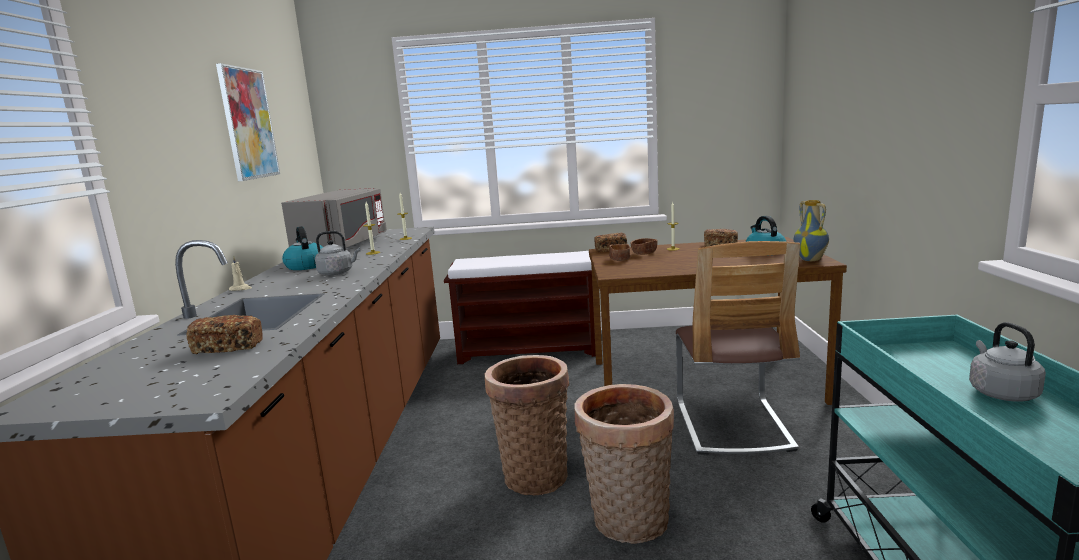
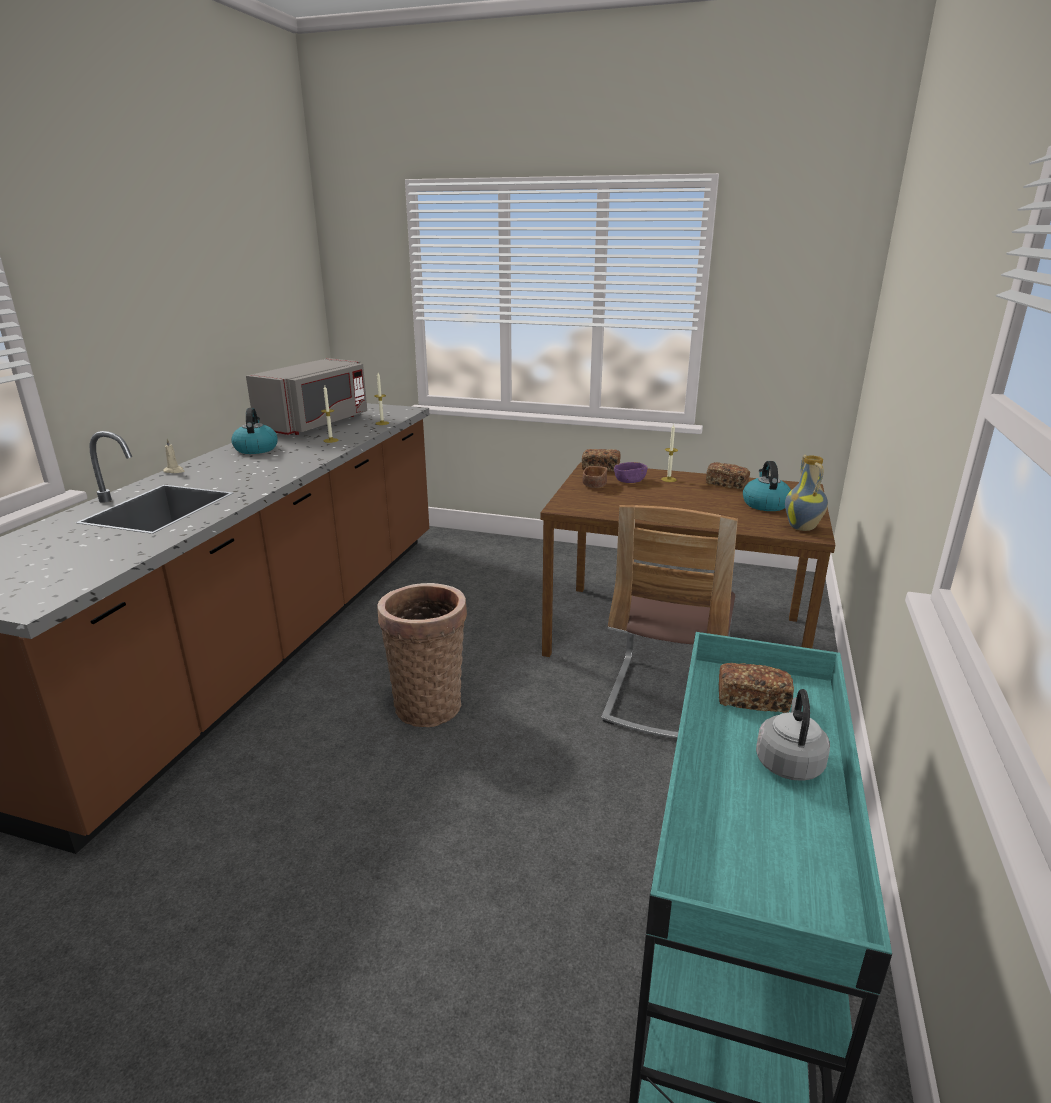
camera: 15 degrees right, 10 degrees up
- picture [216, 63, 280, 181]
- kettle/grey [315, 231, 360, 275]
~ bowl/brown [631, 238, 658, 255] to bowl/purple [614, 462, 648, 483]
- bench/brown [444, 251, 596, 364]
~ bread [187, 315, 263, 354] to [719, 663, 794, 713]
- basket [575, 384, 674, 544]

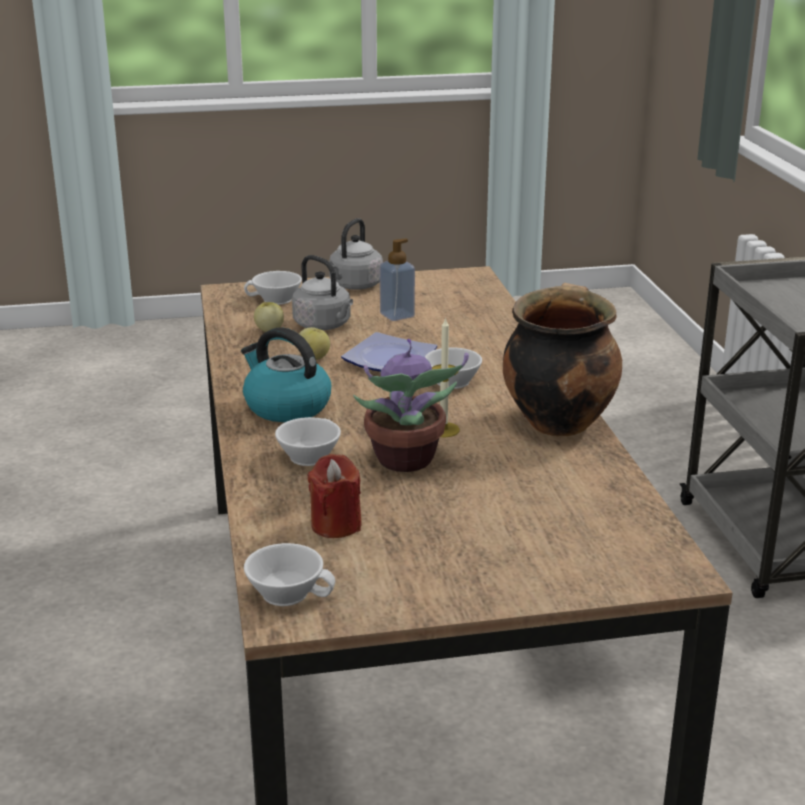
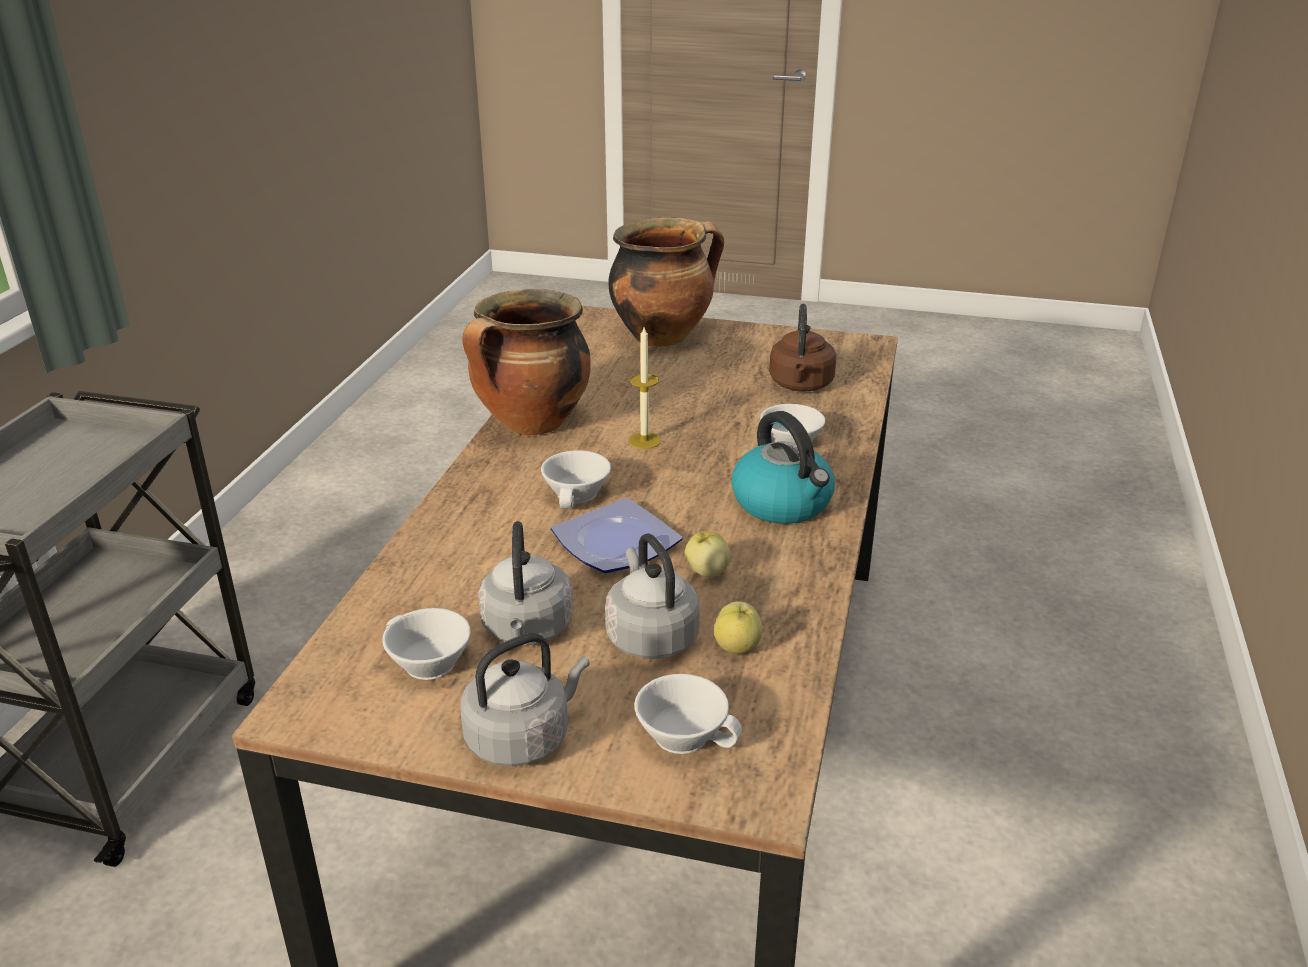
camera: 155 degrees left, 5 degrees up
~ soap dispenser [380, 239, 415, 321] to kettle/grey [478, 521, 573, 645]
- potted plant [353, 339, 469, 472]
~ candle/red [307, 454, 362, 538] to kettle/brown [769, 304, 837, 392]
~ cup/white [244, 543, 335, 606] to [382, 608, 471, 680]
+ cooking pot [608, 218, 724, 347]

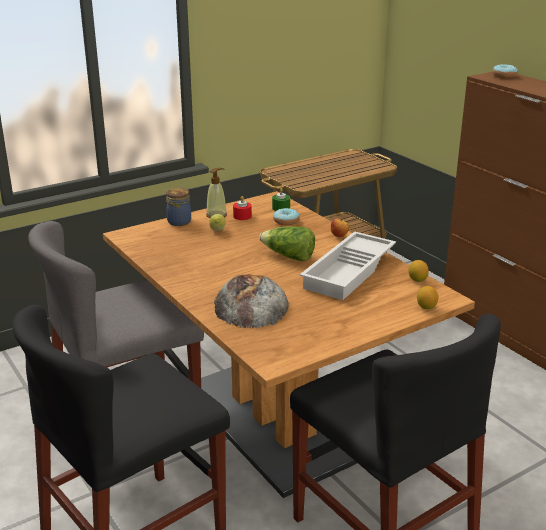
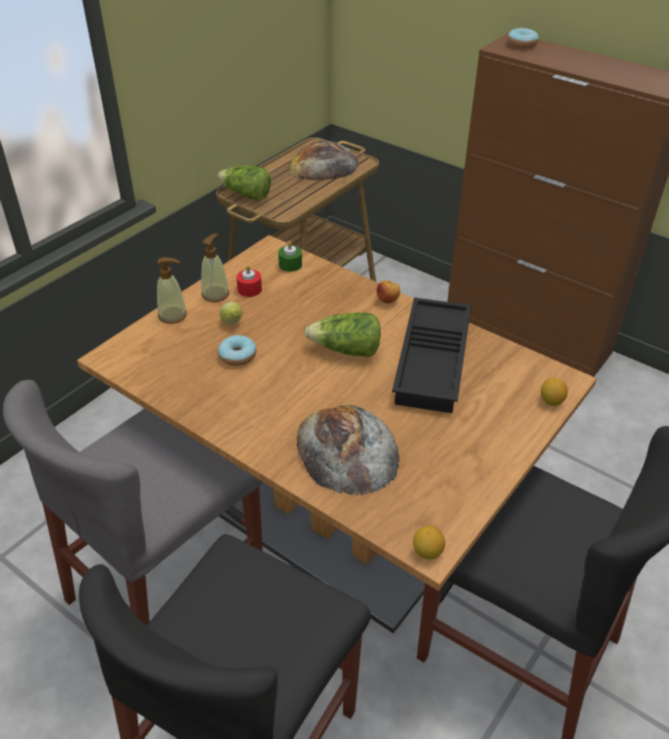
camera: 20 degrees left, 15 degrees up
~ jar [166, 188, 191, 226] to soap dispenser [157, 257, 187, 324]
~ donut [273, 208, 300, 226] to [218, 335, 256, 366]
~ tray/white [300, 231, 396, 300] to tray/black [392, 298, 471, 413]
~ lemon [408, 260, 429, 282] to [413, 526, 445, 559]
+ bread [289, 141, 360, 180]
+ lettuce [217, 166, 271, 201]

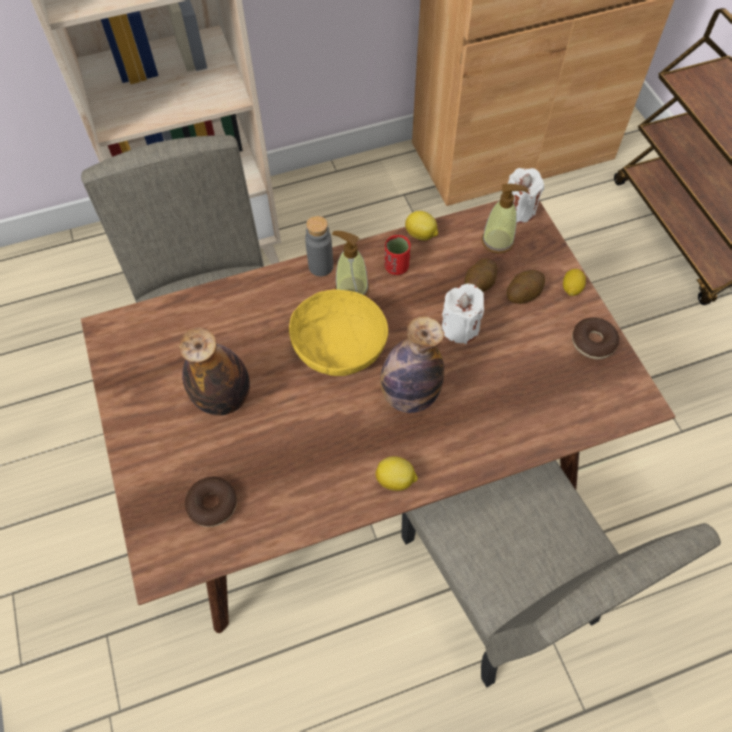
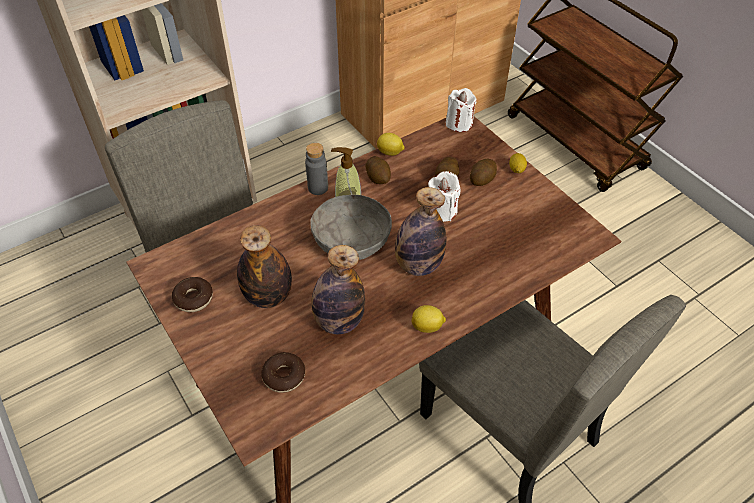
camera: 15 degrees left, 10 degrees down
- soap dispenser [481, 184, 528, 253]
~ cup/red [385, 235, 410, 275] to potato [366, 156, 391, 184]
~ bowl/yellow [289, 289, 388, 376] to bowl/grey [310, 195, 392, 260]
~ donut [572, 317, 619, 359] to [172, 277, 213, 312]
+ bottle [311, 245, 365, 334]

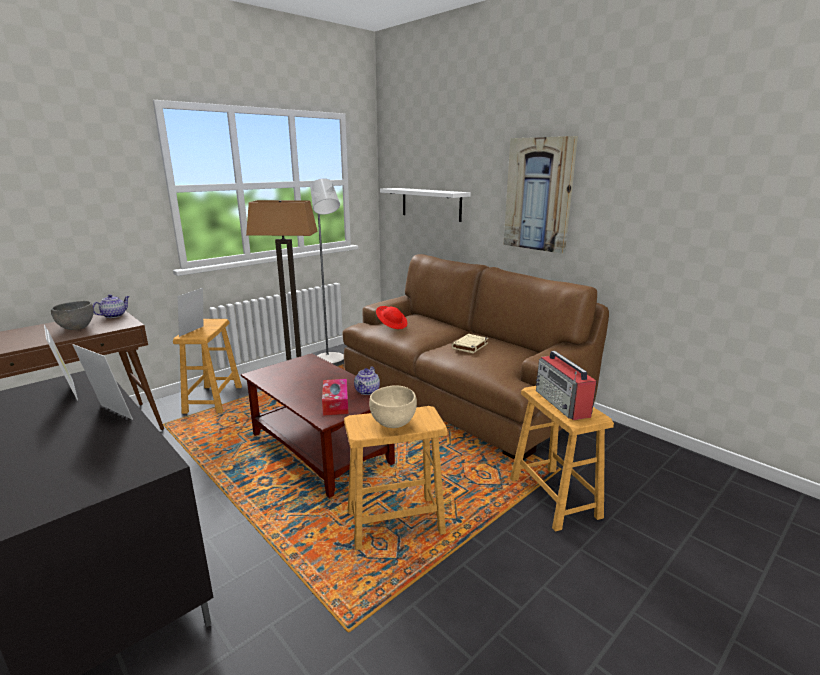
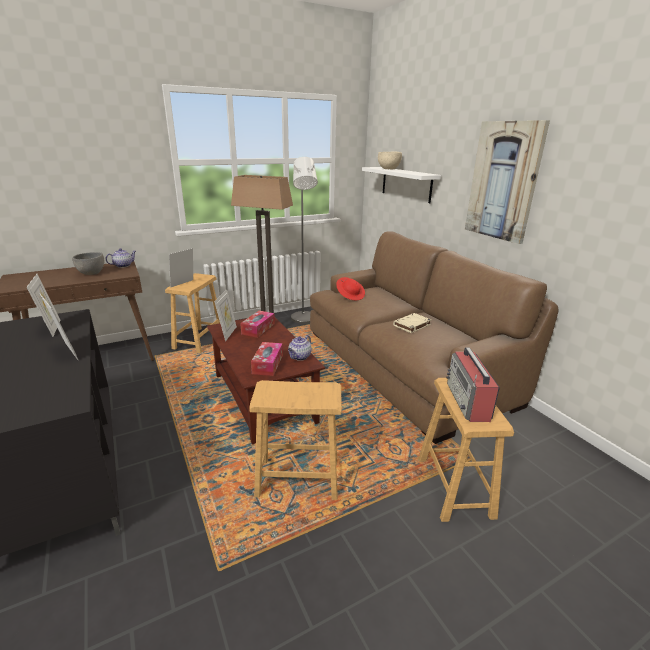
camera: 15 degrees right, 5 degrees up
~ bowl/beige [369, 385, 417, 428] to [378, 152, 402, 169]
+ picture frame [215, 290, 237, 341]
+ tissue box [240, 311, 275, 338]

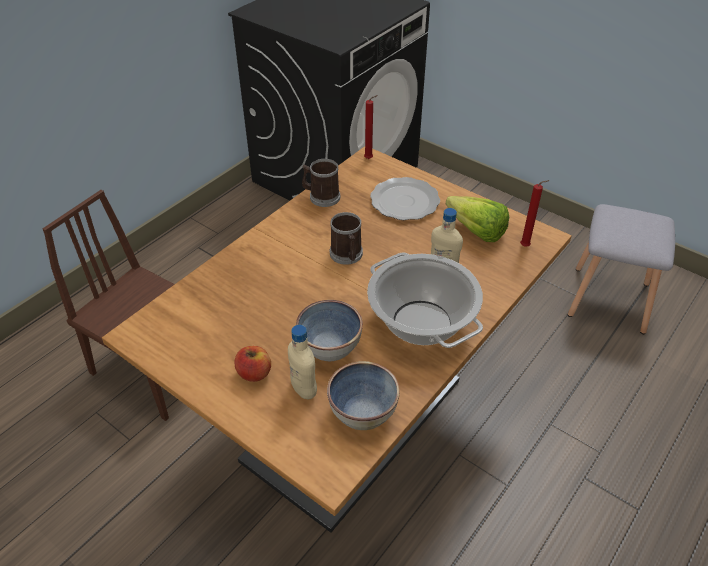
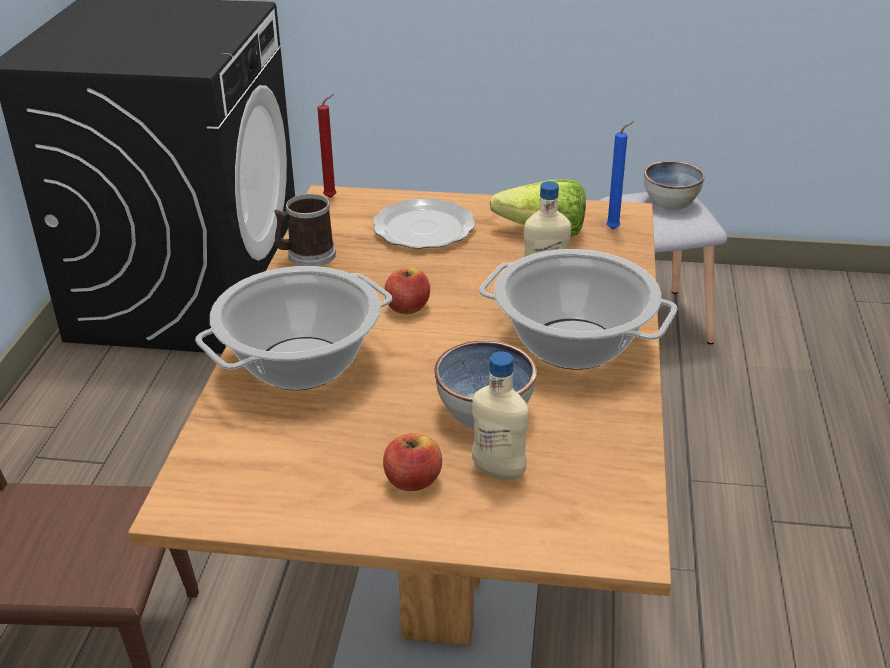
camera: 30 degrees left, 10 degrees down
~ candle/red [520, 180, 550, 247] to candle/blue [606, 121, 634, 229]
~ mug [330, 212, 363, 265] to apple [384, 268, 430, 314]
~ bowl [327, 361, 400, 430] to [644, 161, 705, 210]
+ cooking pot [195, 266, 392, 390]

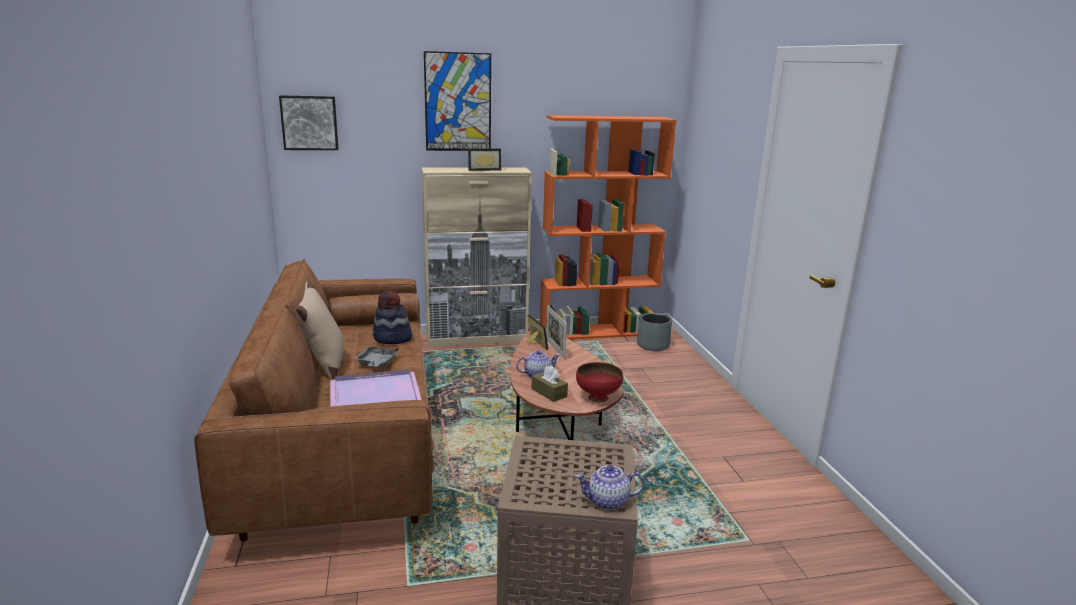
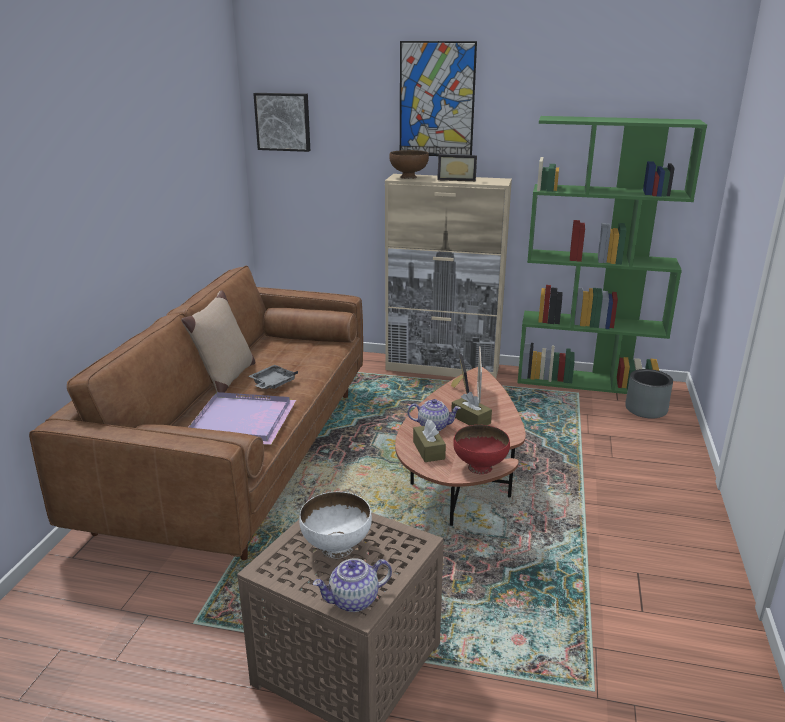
camera: 25 degrees right, 5 degrees up
~ bookcase/orange [540, 115, 676, 340] to bookcase/green [517, 116, 707, 394]
- hat [373, 290, 412, 344]
~ teapot [575, 465, 644, 510] = [313, 558, 392, 612] 45 degrees counterclockwise
+ bowl/brown [389, 150, 429, 179]
+ tissue box/brown [451, 392, 492, 426]
+ bowl/white [299, 492, 372, 558]

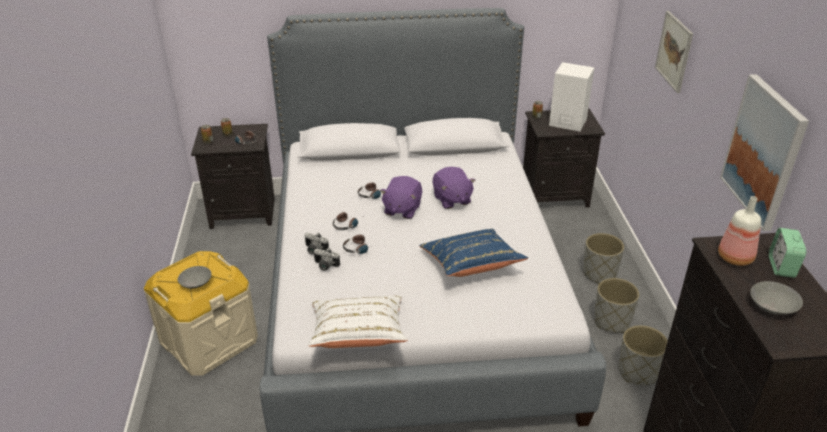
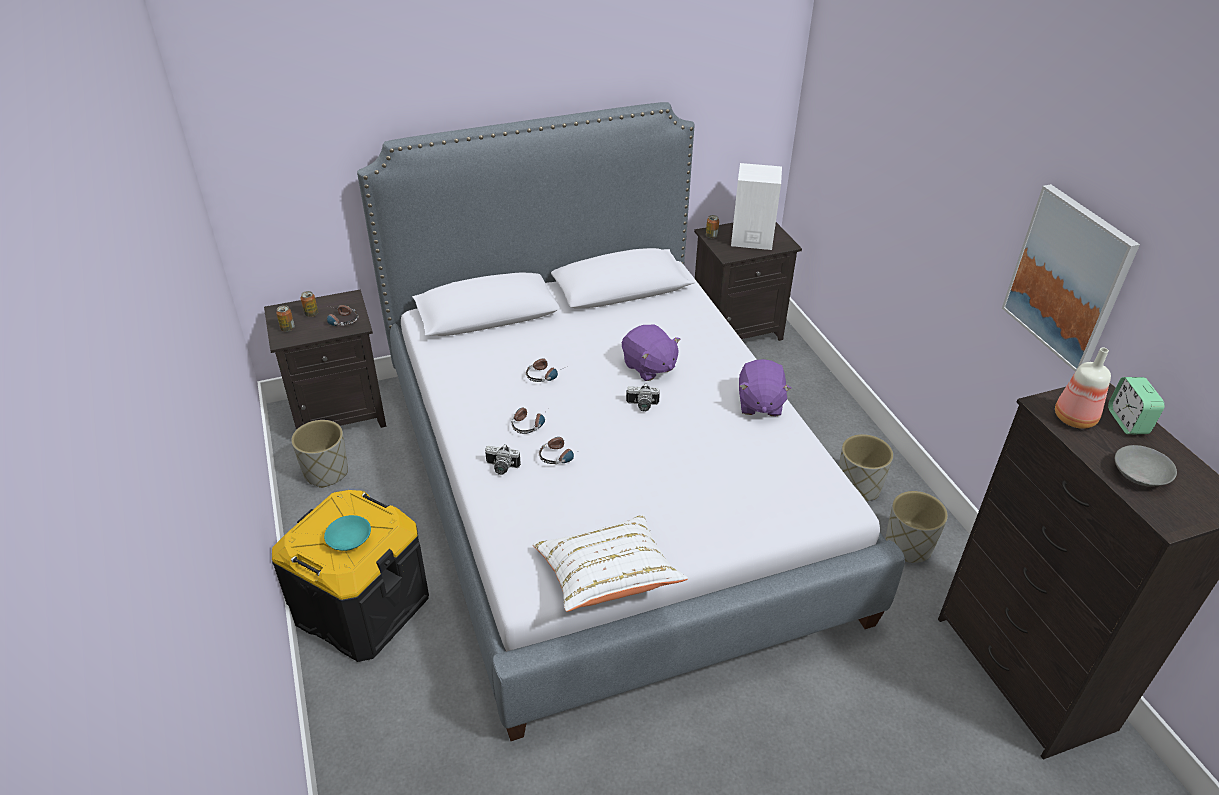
camera: 15 degrees left, 5 degrees up
- picture [655, 11, 693, 93]
~ plush toy/purple [380, 176, 422, 219] to [739, 359, 792, 416]
- pillow/blue [419, 229, 528, 277]
~ planter/grey [583, 233, 624, 284] to [291, 420, 348, 488]
~ photo camera [314, 248, 340, 271] to [626, 383, 660, 412]
~ storage box/beige [144, 251, 258, 376] to storage box/black [272, 490, 429, 662]
~ bowl/grey [178, 266, 212, 289] to bowl/turquoise [324, 515, 371, 551]

